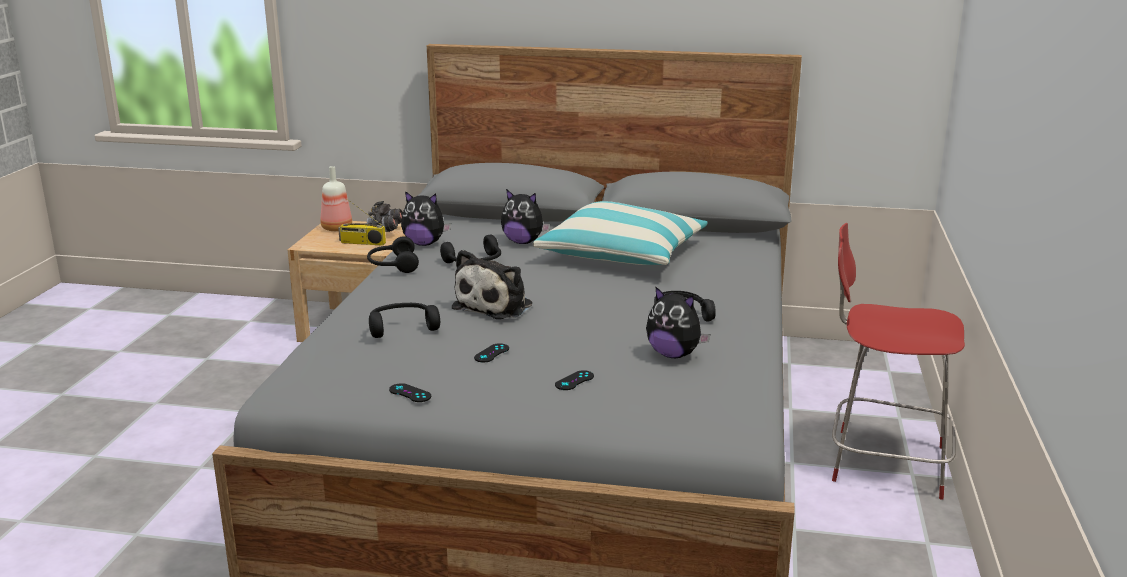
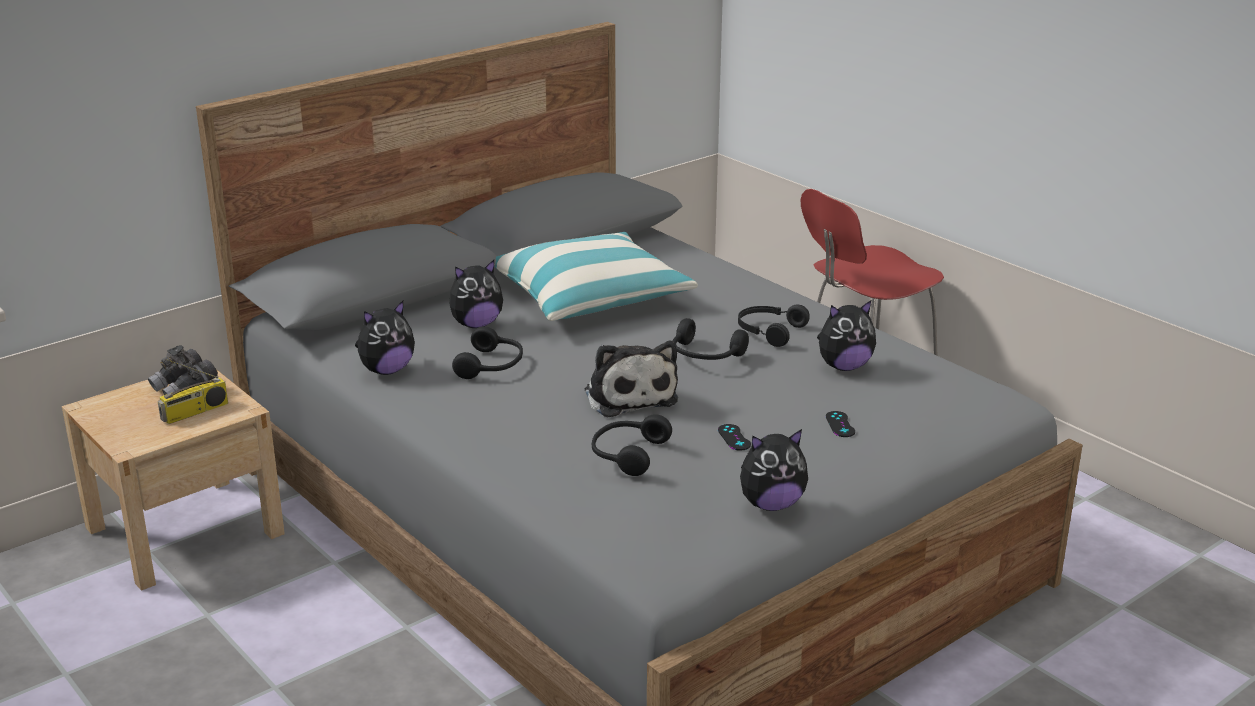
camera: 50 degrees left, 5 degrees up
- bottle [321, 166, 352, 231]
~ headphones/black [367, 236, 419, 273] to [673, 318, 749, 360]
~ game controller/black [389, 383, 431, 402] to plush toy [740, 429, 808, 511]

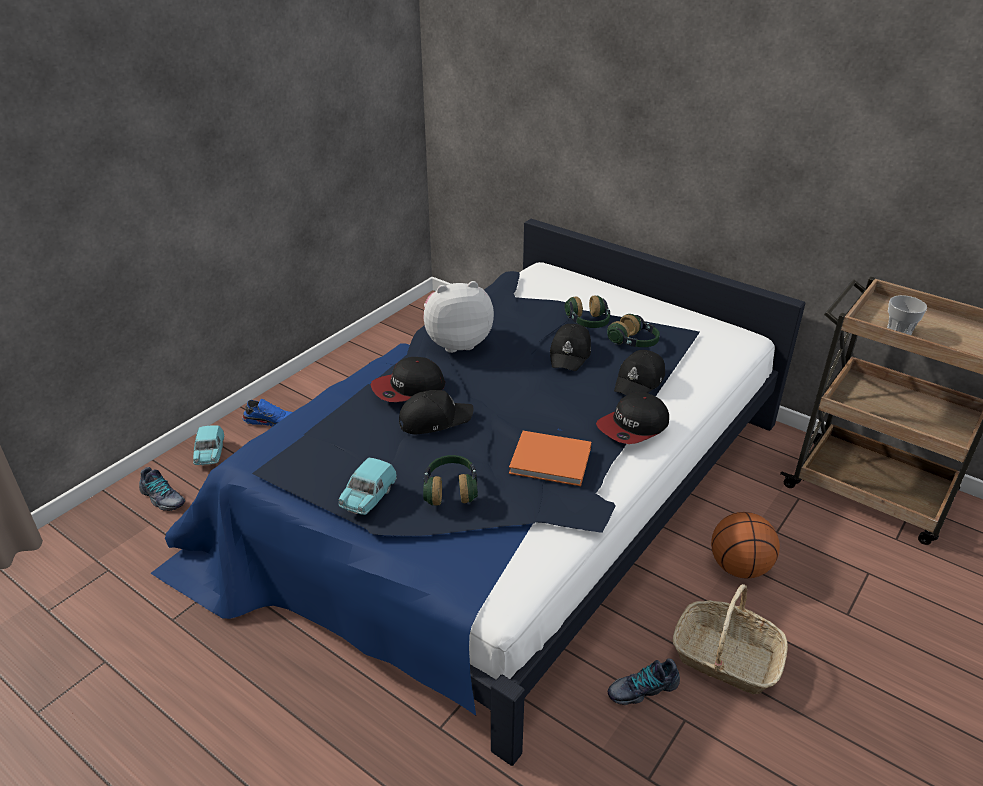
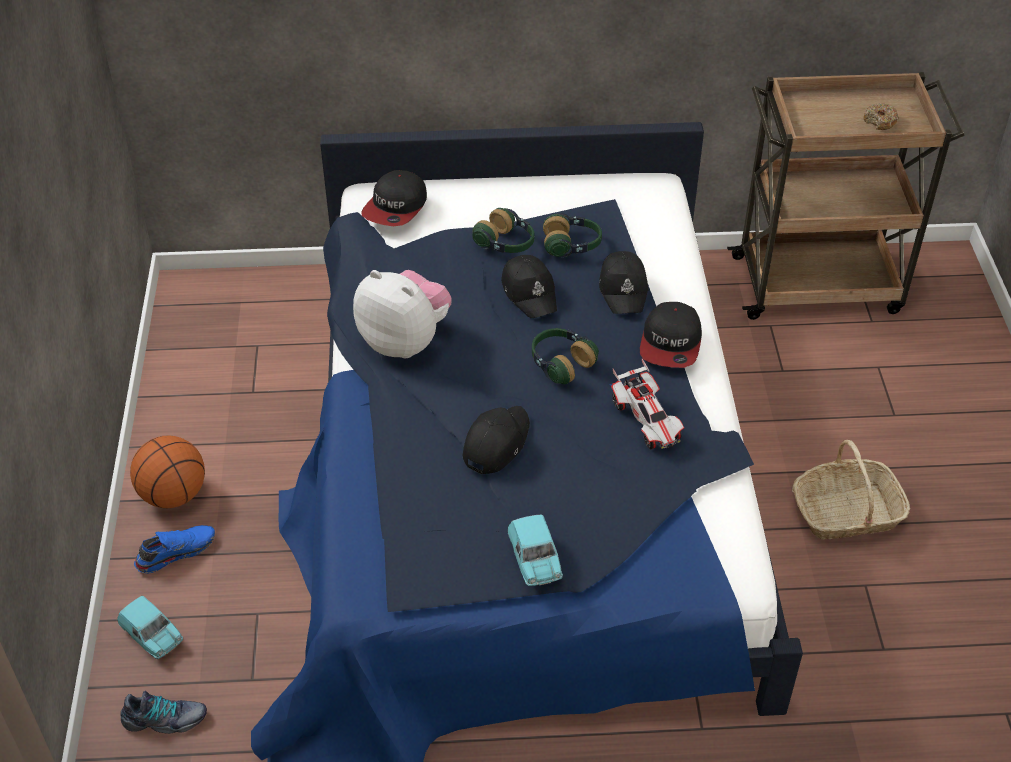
camera: 40 degrees left, 10 degrees up
~ plush toy [424, 281, 494, 353] = [353, 270, 452, 358] 90 degrees clockwise
- cup [887, 295, 927, 335]
~ cap [371, 357, 445, 402] to [361, 170, 427, 226]
~ book/orange [509, 431, 591, 486] to toy car [611, 359, 684, 450]
~ headphones [423, 455, 478, 506] to [532, 328, 599, 384]
~ basketball [711, 512, 780, 579] to [130, 436, 205, 508]
- shoe [608, 658, 680, 705]
+ donut [864, 103, 899, 130]

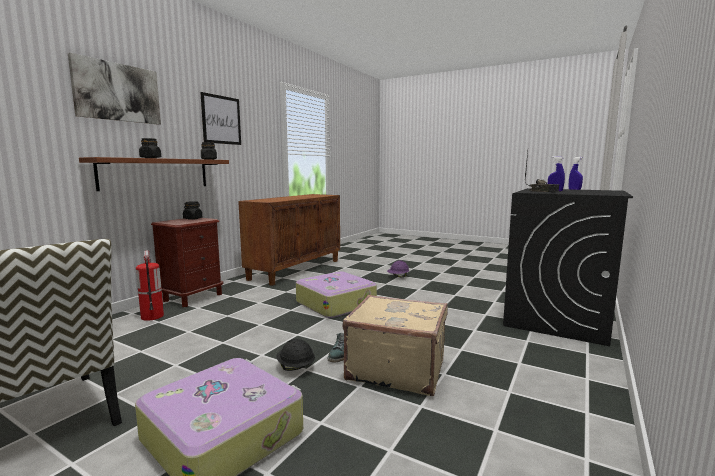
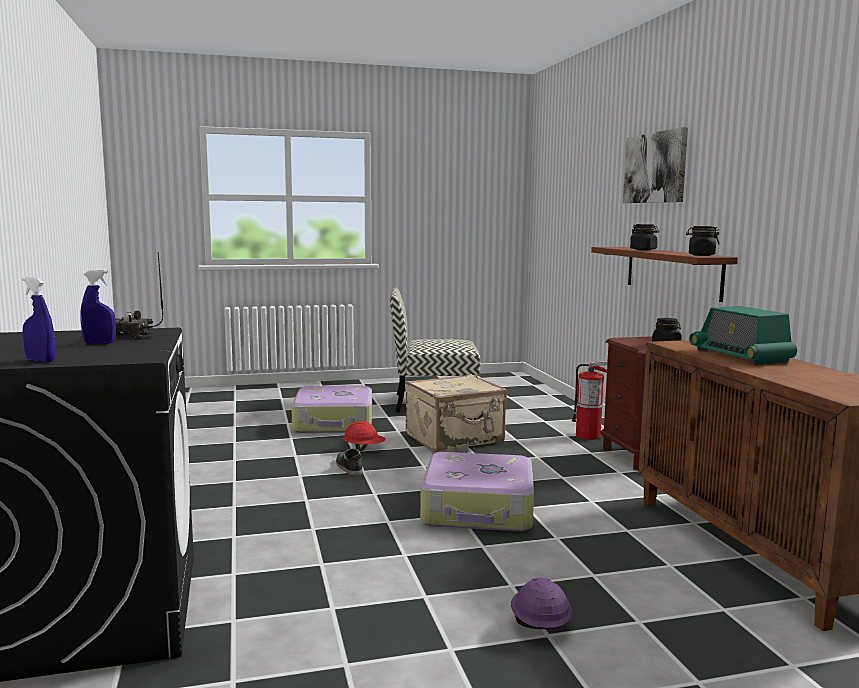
camera: 135 degrees right, 0 degrees up
- picture [200, 92, 241, 145]
~ suitcase/beige [342, 295, 448, 396] to [405, 374, 507, 452]
~ hard hat/black [277, 339, 315, 371] to hard hat/red [343, 421, 385, 451]
+ radio [689, 306, 797, 365]

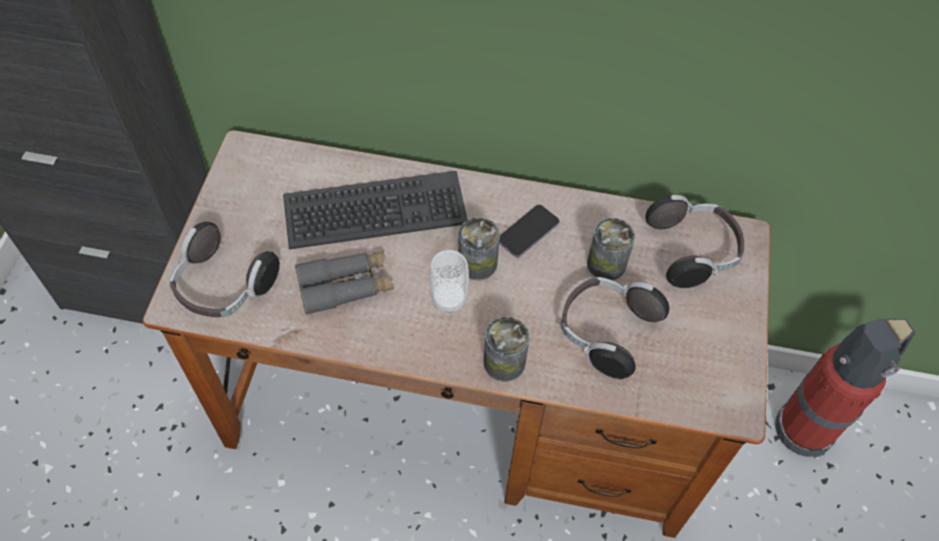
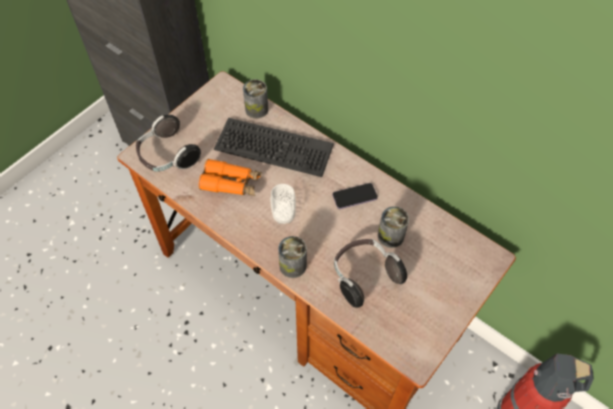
camera: 30 degrees right, 0 degrees up
- headphones [646, 195, 744, 288]
~ can [458, 217, 500, 280] to [243, 79, 269, 119]
~ binoculars/grey [295, 251, 394, 315] to binoculars/orange [199, 159, 262, 196]

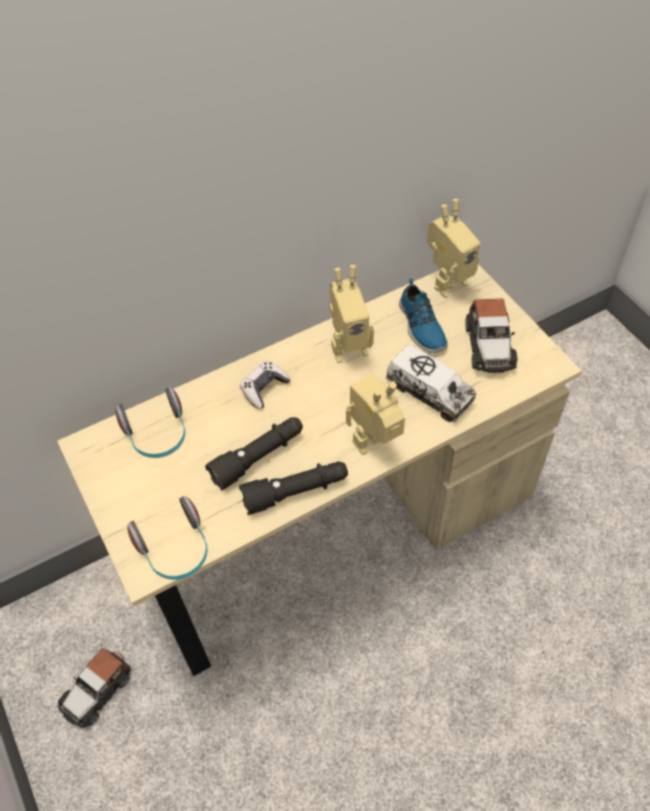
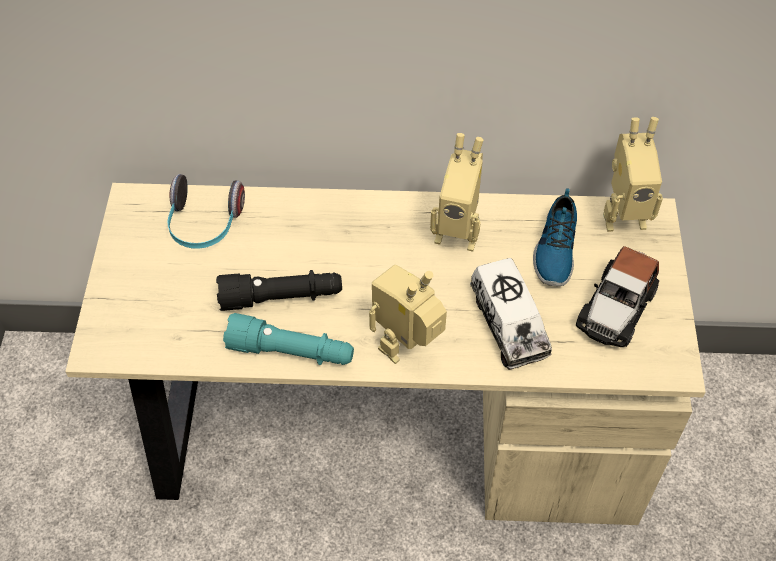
camera: 30 degrees right, 0 degrees up
- game controller [240, 361, 291, 409]
~ toy robot [346, 374, 405, 455] = [369, 265, 447, 364] 45 degrees counterclockwise
~ flashlight/black [239, 461, 348, 515] to flashlight/turquoise [223, 313, 354, 365]
- headphones [127, 496, 208, 580]
- toy car [58, 648, 131, 728]

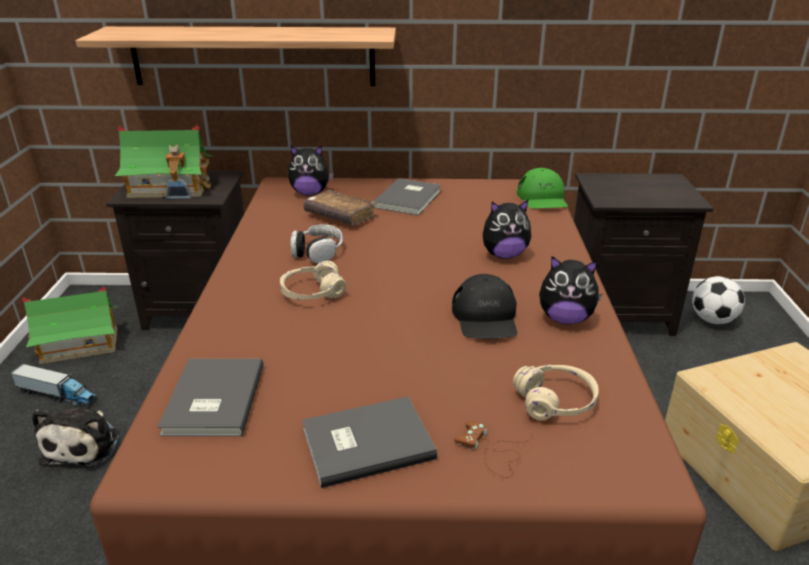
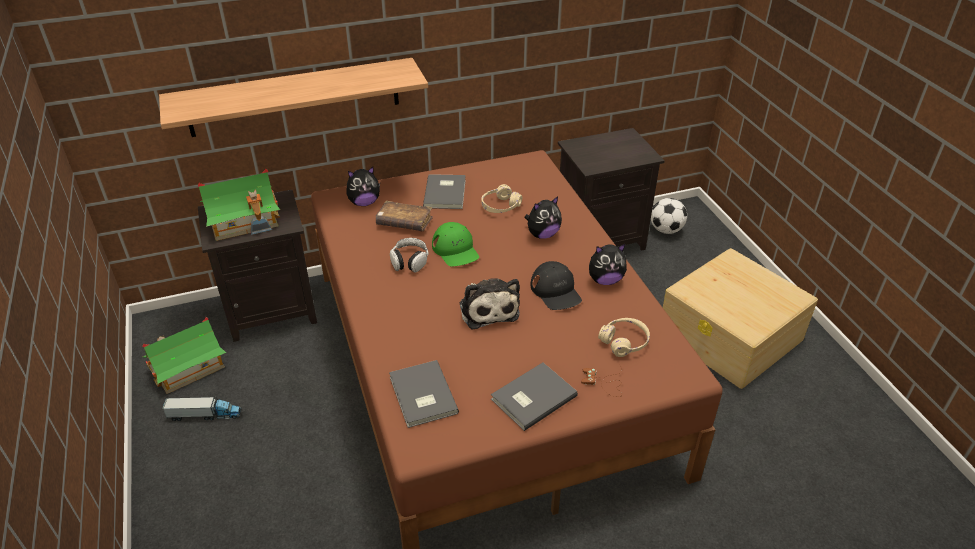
camera: 20 degrees left, 10 degrees up
~ cap/green [517, 168, 568, 209] to [432, 222, 479, 267]
~ headphones/beige [280, 261, 346, 300] to [481, 184, 522, 213]
~ plush toy [32, 408, 119, 468] to [460, 278, 520, 329]

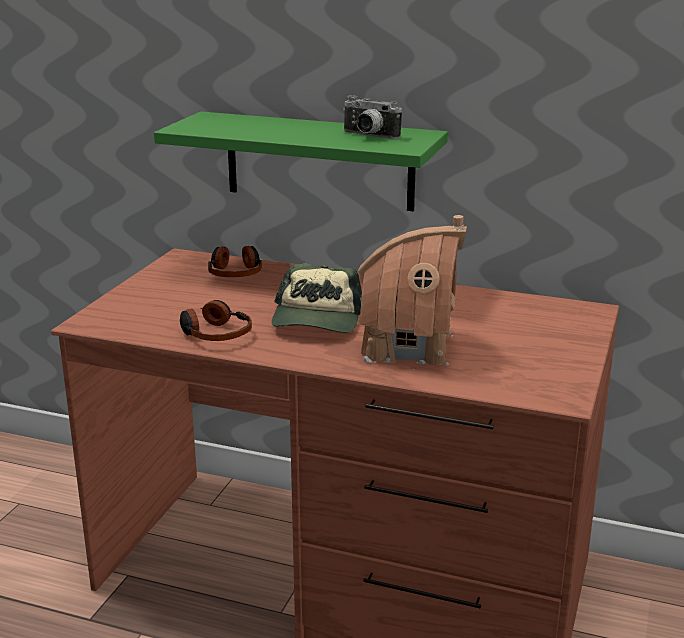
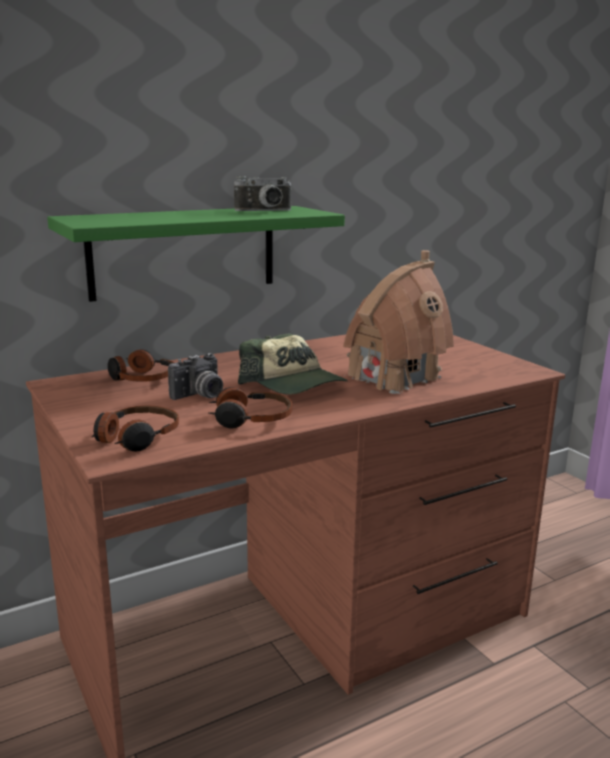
camera: 50 degrees left, 5 degrees down
+ photo camera [168, 353, 223, 400]
+ headphones [92, 405, 179, 452]

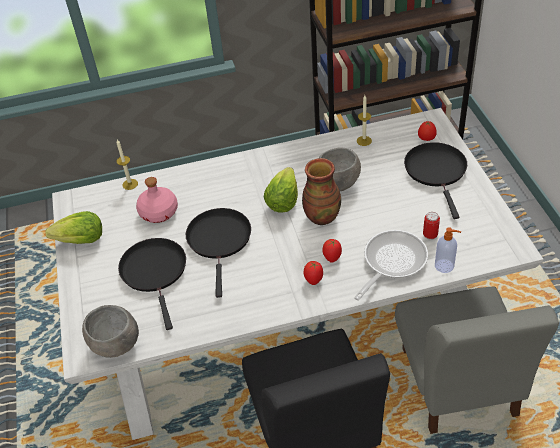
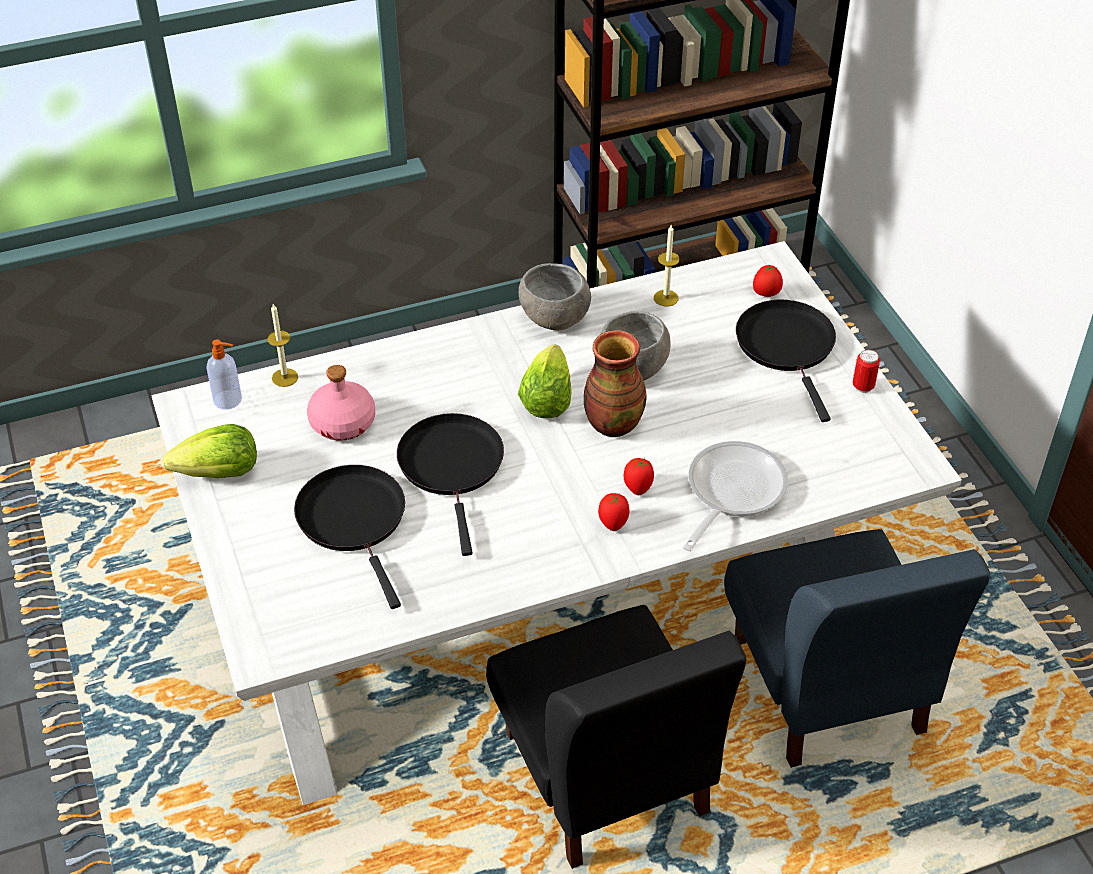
camera: 10 degrees left, 0 degrees up
~ can [423, 212, 440, 240] to [853, 350, 880, 393]
~ soap dispenser [435, 227, 461, 273] to [206, 340, 242, 410]
~ chair/grey [395, 286, 559, 434] to chair/blue [724, 529, 990, 768]
~ bowl/grey [82, 305, 139, 358] to [519, 263, 591, 330]

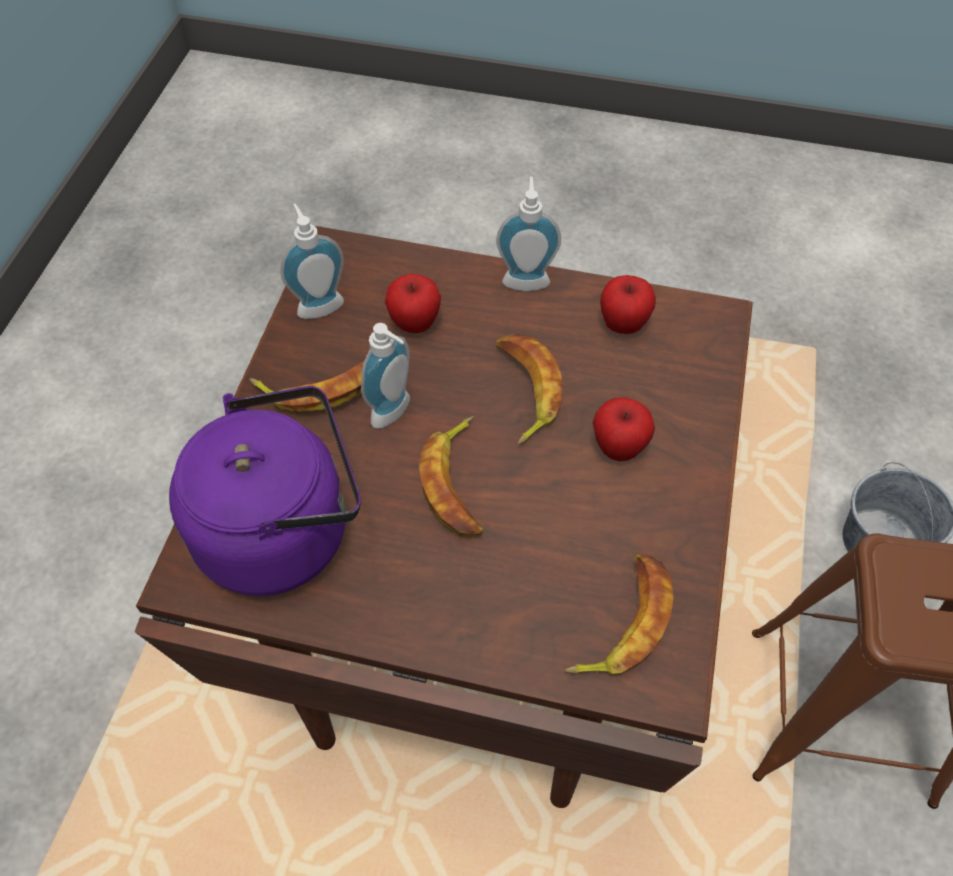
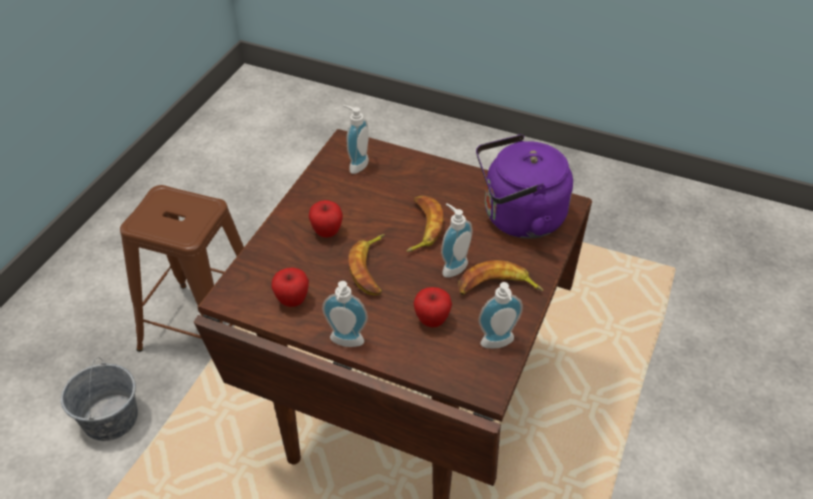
camera: 170 degrees left, 10 degrees down
~ banana [564, 554, 673, 675] to soap dispenser [343, 105, 369, 174]

